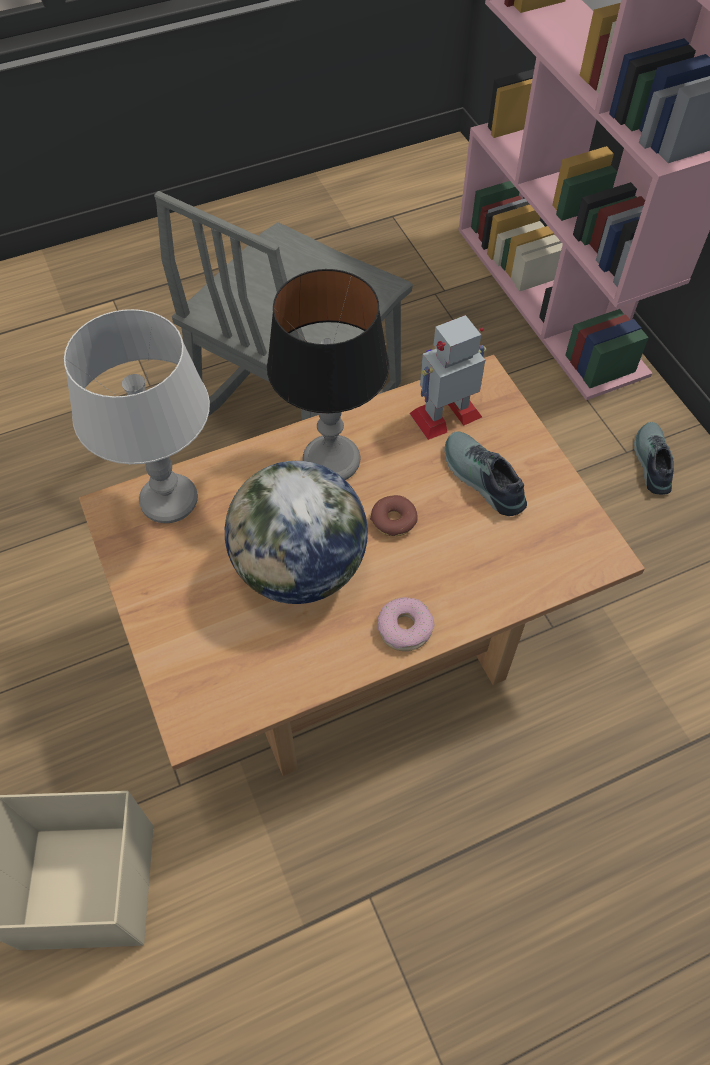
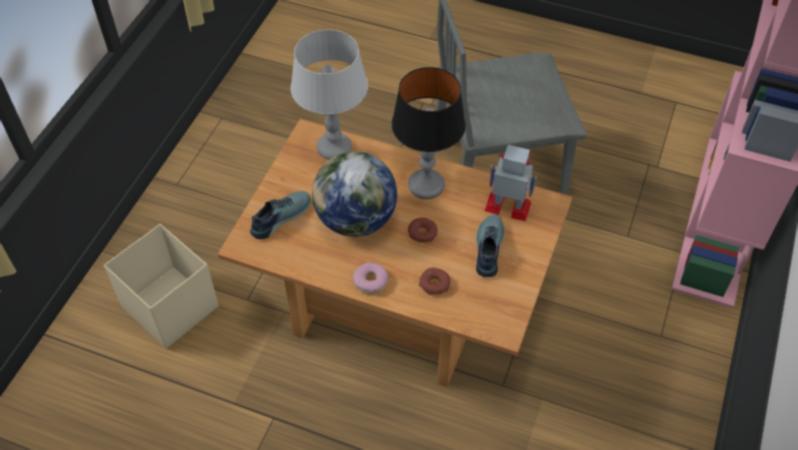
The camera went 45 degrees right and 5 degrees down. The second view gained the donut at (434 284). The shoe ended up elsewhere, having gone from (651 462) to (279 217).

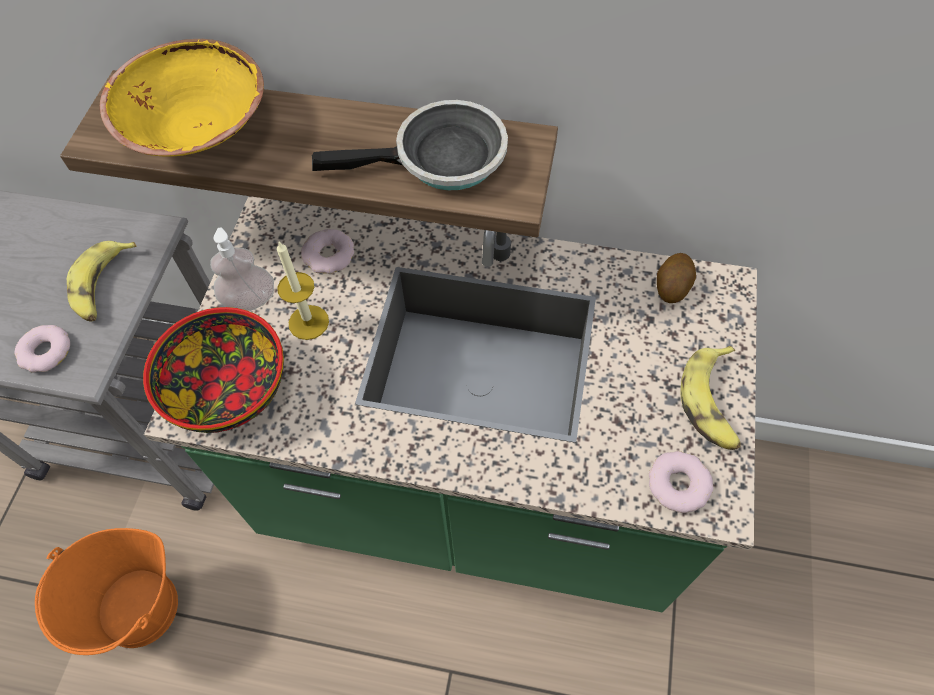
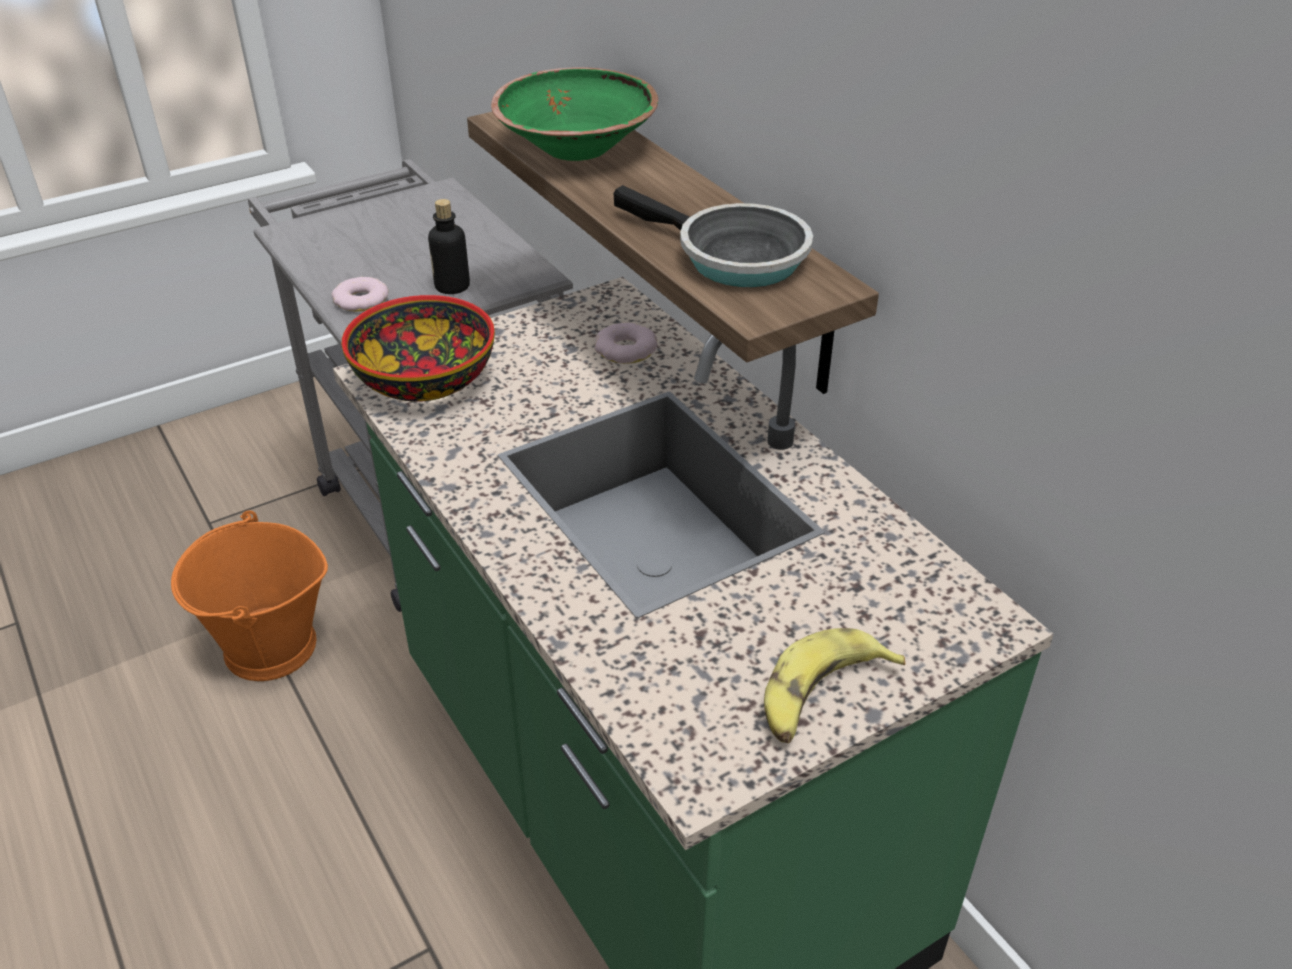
The camera went 45 degrees right and 20 degrees down. The second view lost the soap dispenser at (250 300). The second view lost the candle at (308 322). The second view lost the donut at (678 484). The second view lost the potato at (672 286). Where the banana stood at (103 286), the bottle came to stand at (452 286). What was the yellow bowl at (197 129) turned into the green bowl at (577 147).

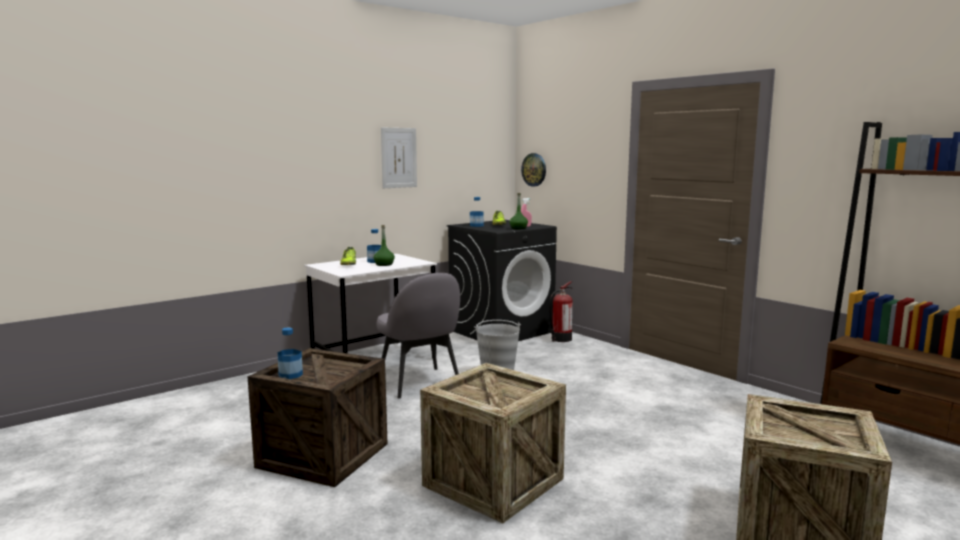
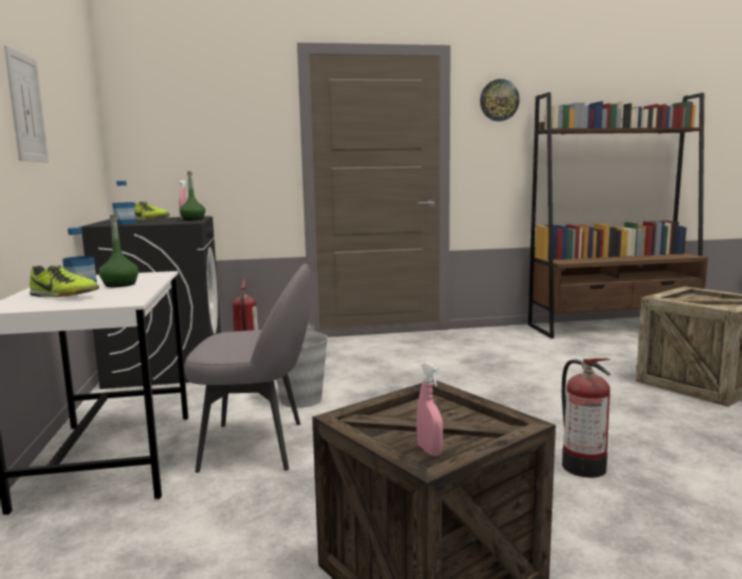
The camera went 60 degrees left and 0 degrees up. The wall clock ended up elsewhere, having gone from (534 169) to (499 100). Where the bottle stood at (290 375), the pink spray bottle came to stand at (429 450). Where the crate stood at (493 482), the fire extinguisher came to stand at (581 465).

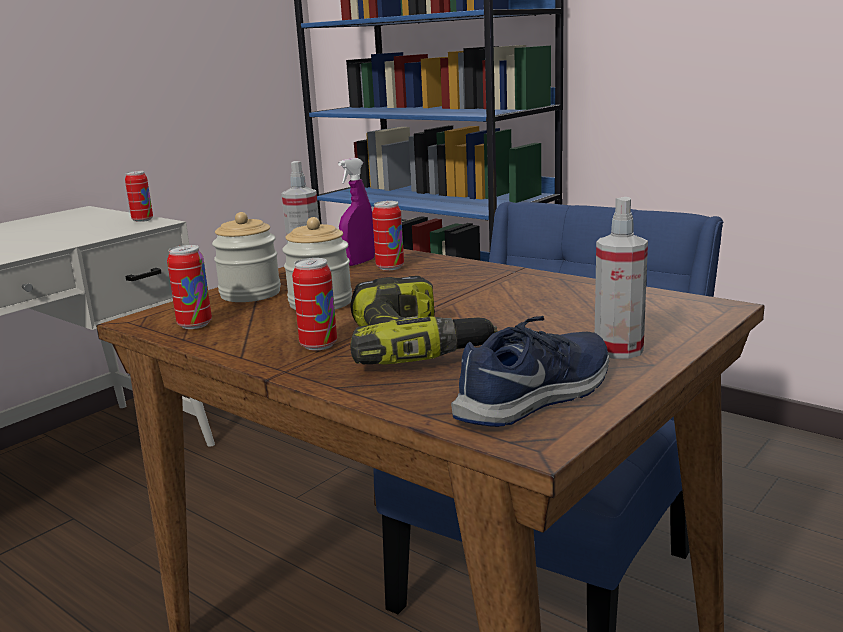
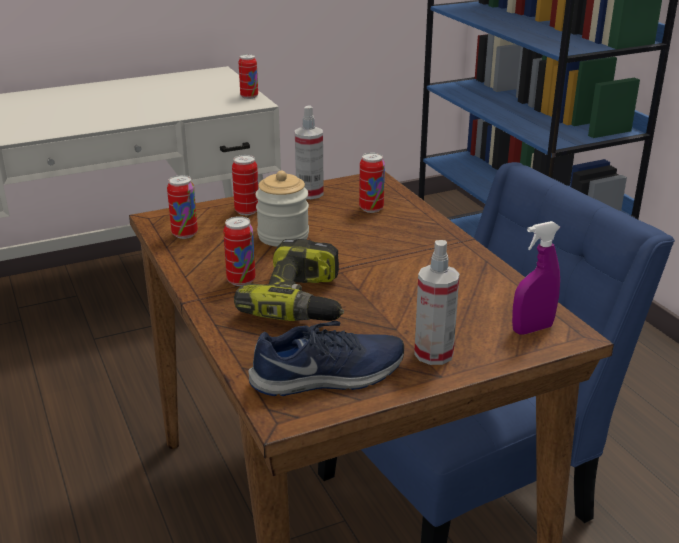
The camera went 25 degrees right and 10 degrees up. The purple spray bottle ended up elsewhere, having gone from (359 262) to (532 329). Where the jar stood at (250 294), the can came to stand at (247 211).

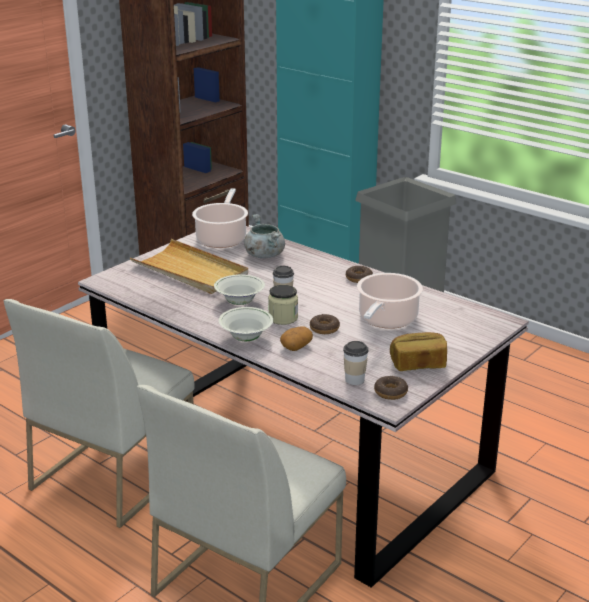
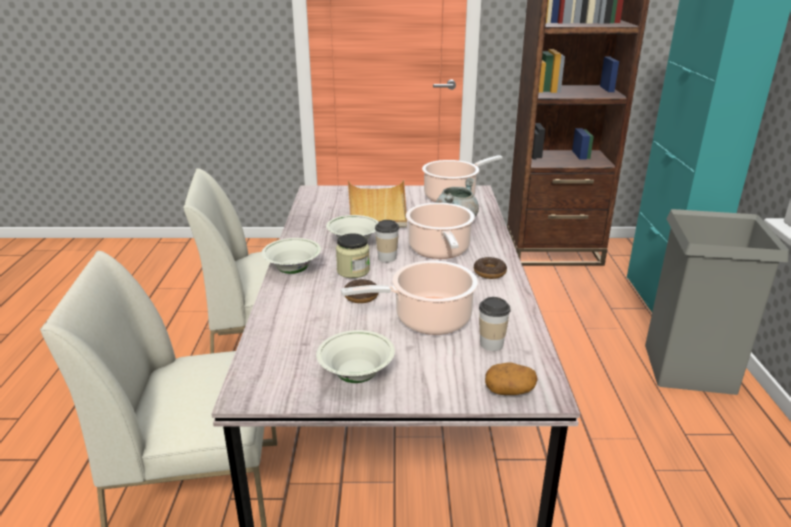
The camera went 50 degrees right and 0 degrees up. The second view lost the donut at (390 392). The second view gained the cooking pot at (439 251). The potato ended up elsewhere, having gone from (296 346) to (509 390). The cup ended up elsewhere, having gone from (354 380) to (491 344). Where the bread stood at (418 364), the white bowl came to stand at (356 376).

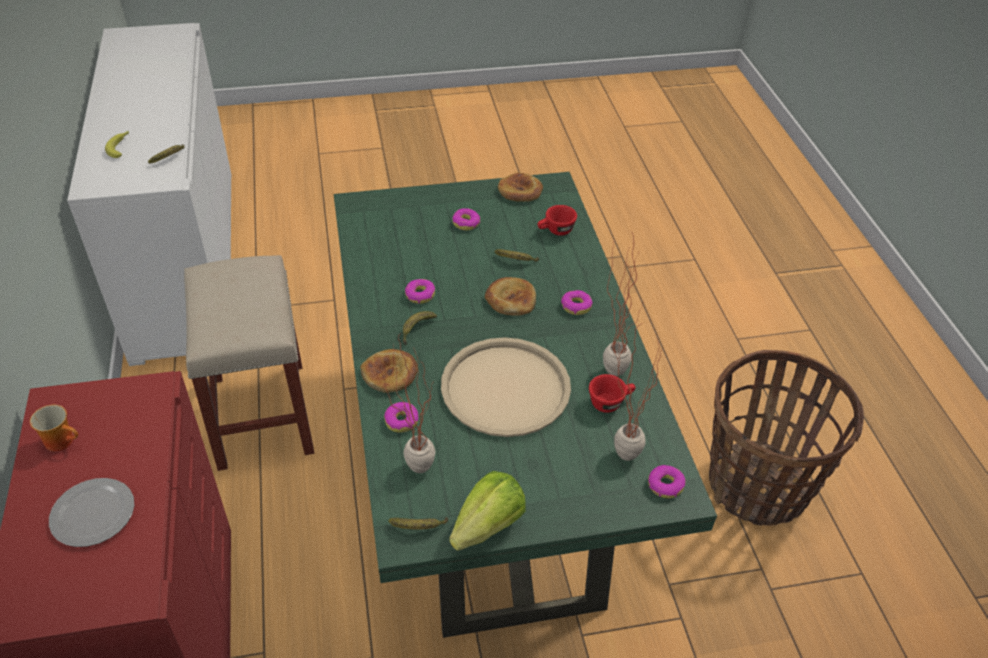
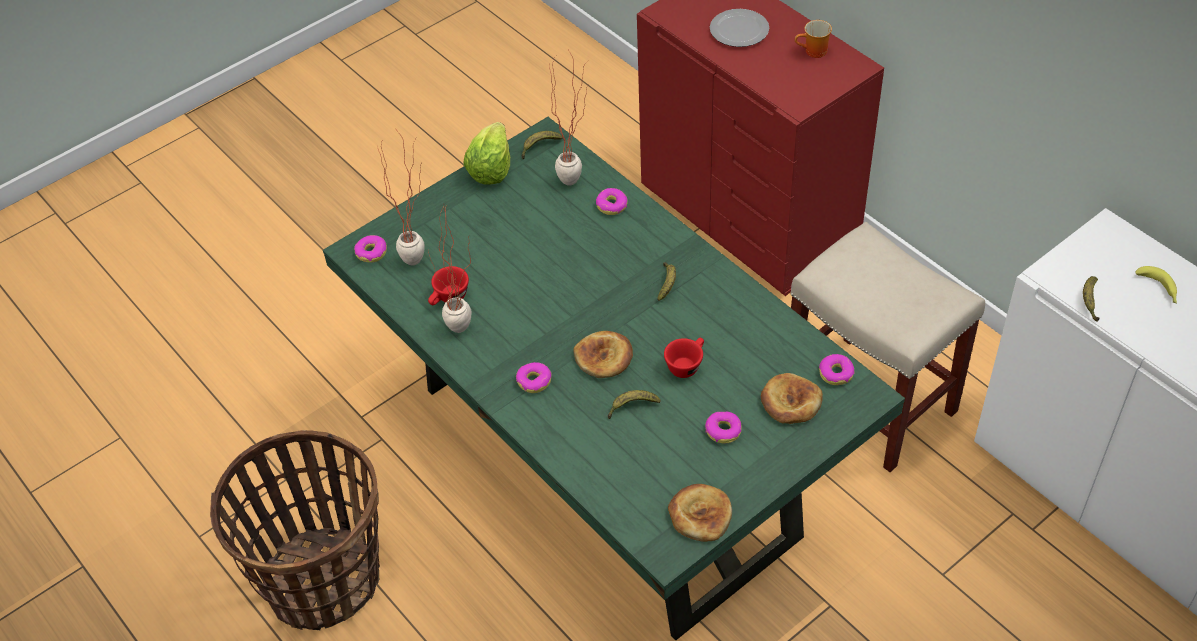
The camera went 155 degrees right and 5 degrees up. The second view lost the beige tray at (505 387). The bread ended up elsewhere, having gone from (390 374) to (790 402). The donut ended up elsewhere, having gone from (420 295) to (836 373). The red cup ended up elsewhere, having gone from (555 231) to (686 364).

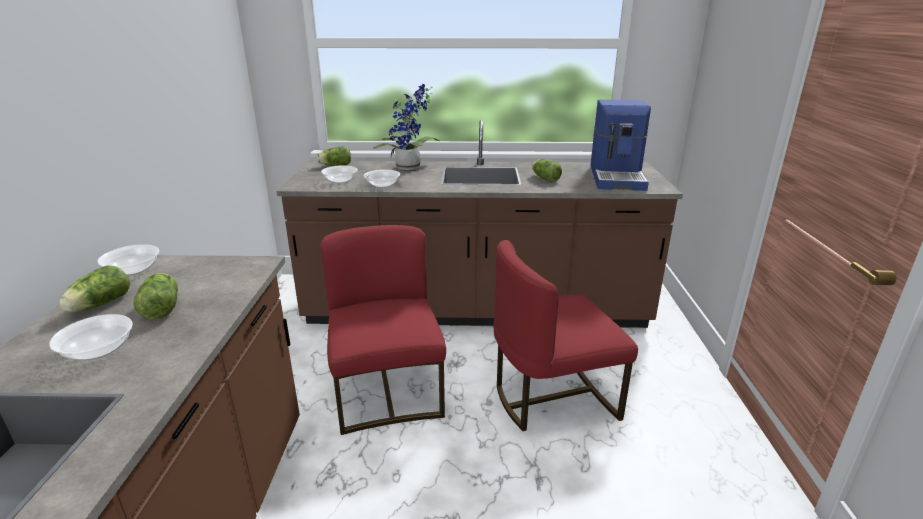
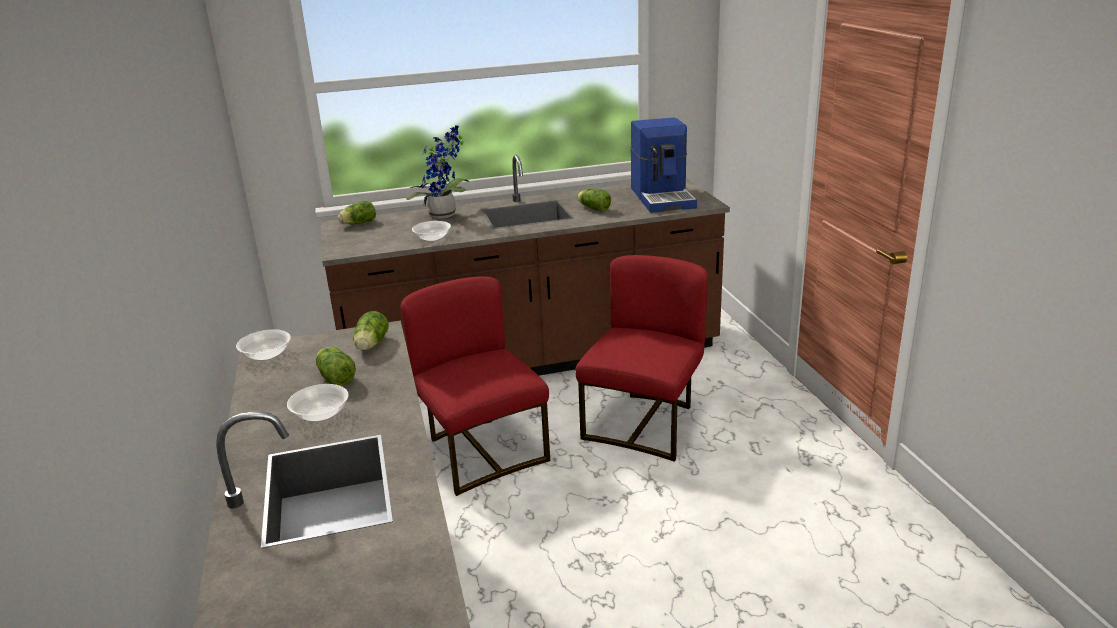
The camera went 15 degrees left and 0 degrees up. The second view lost the bowl at (340 181). The lettuce ended up elsewhere, having gone from (98 305) to (370 345). The red chair at (552 398) ended up facing another way, 150 degrees clockwise from before.

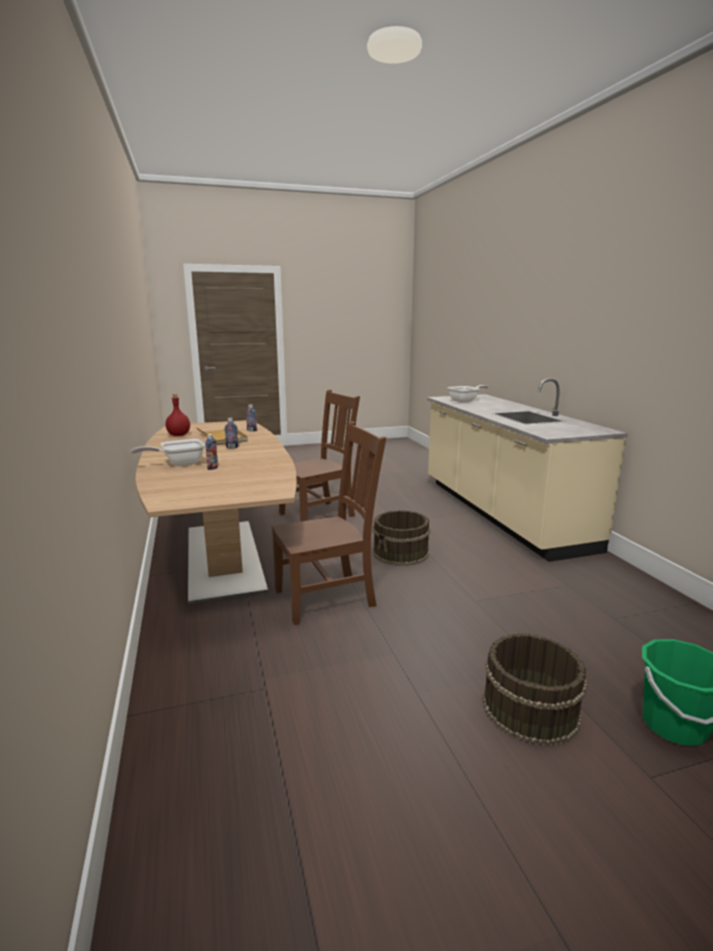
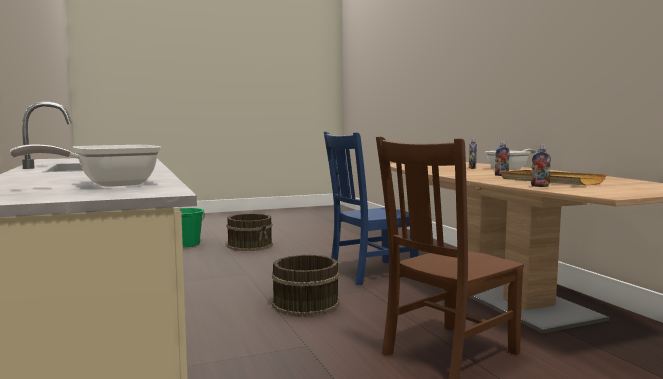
The camera went 175 degrees right and 10 degrees down. The second view lost the red bottle at (179 435). What was the brown chair at (328 597) turned into the blue chair at (369 273).

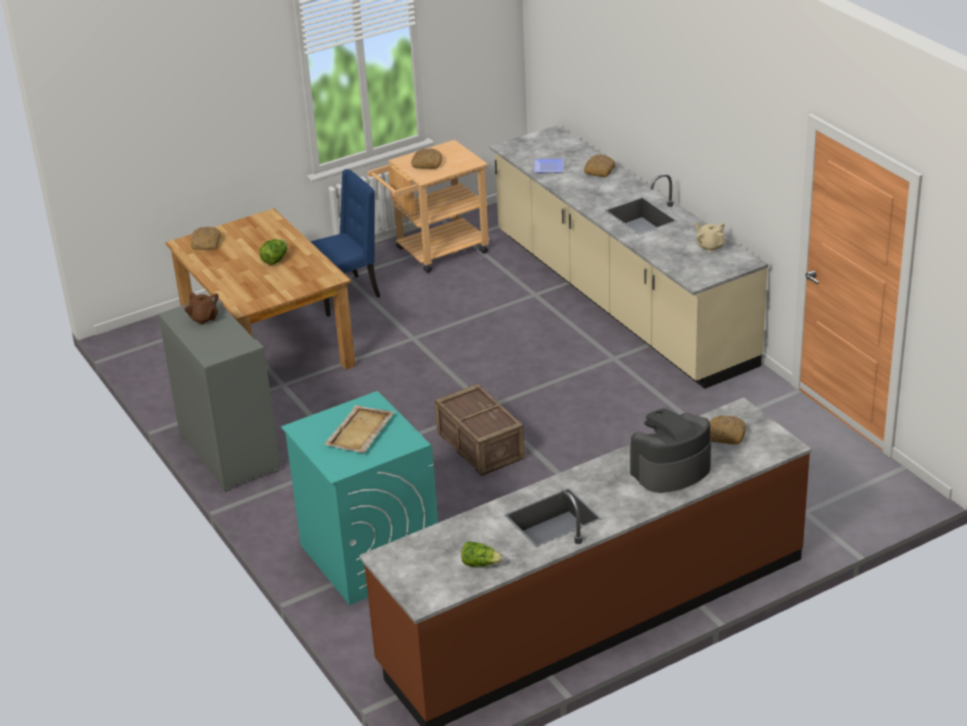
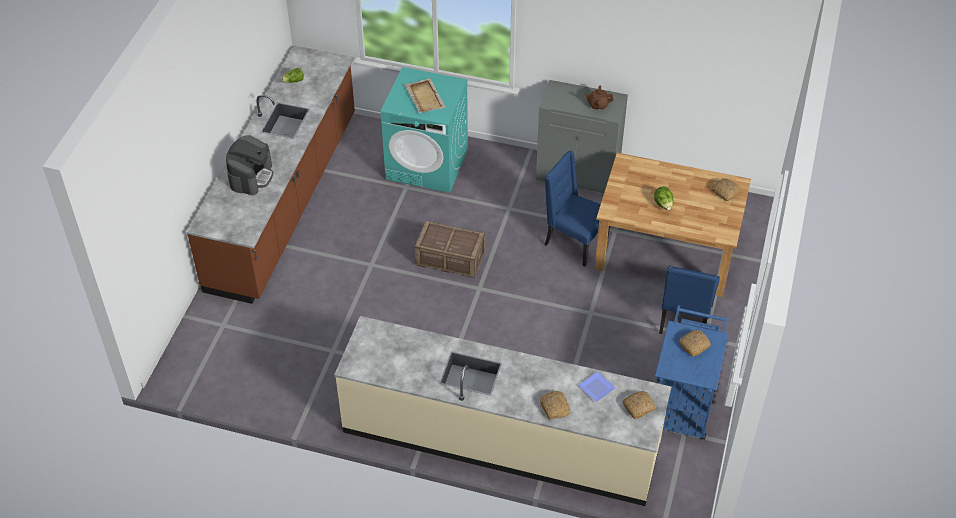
The camera went 135 degrees right and 15 degrees up. The second view lost the beige teapot at (710 246). The second view gained the blue chair at (574 242). The bread ended up elsewhere, having gone from (725 436) to (638 406). What was the beige cart at (435 252) turned into the blue cart at (683 401).

